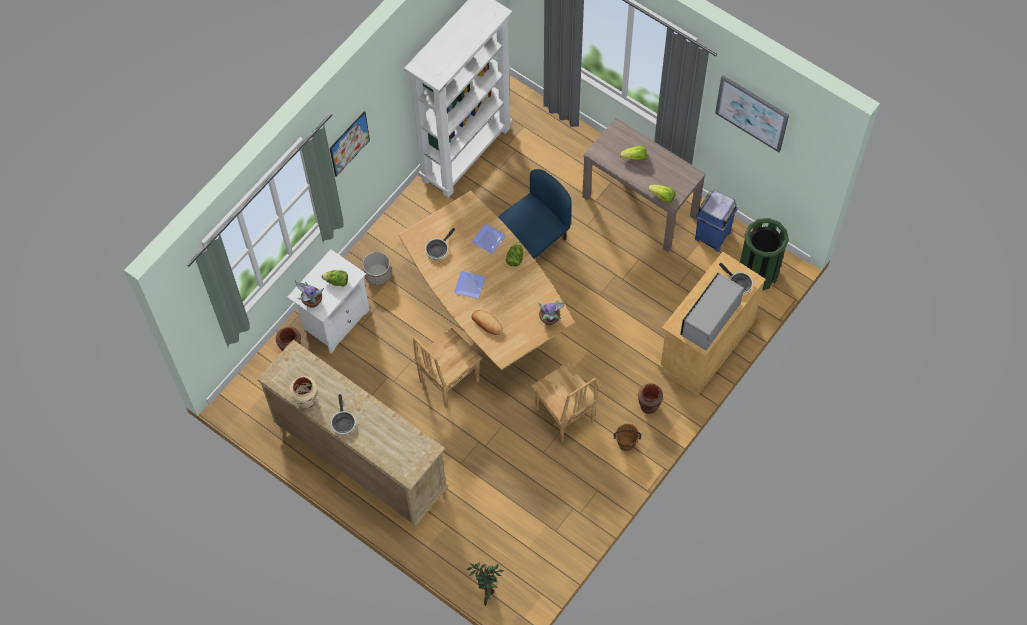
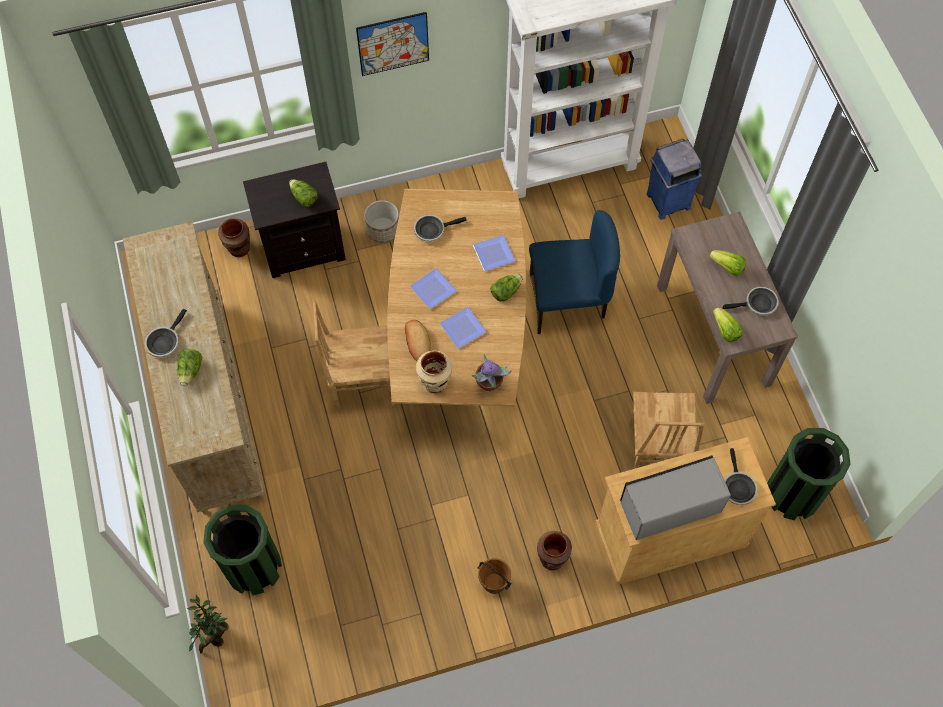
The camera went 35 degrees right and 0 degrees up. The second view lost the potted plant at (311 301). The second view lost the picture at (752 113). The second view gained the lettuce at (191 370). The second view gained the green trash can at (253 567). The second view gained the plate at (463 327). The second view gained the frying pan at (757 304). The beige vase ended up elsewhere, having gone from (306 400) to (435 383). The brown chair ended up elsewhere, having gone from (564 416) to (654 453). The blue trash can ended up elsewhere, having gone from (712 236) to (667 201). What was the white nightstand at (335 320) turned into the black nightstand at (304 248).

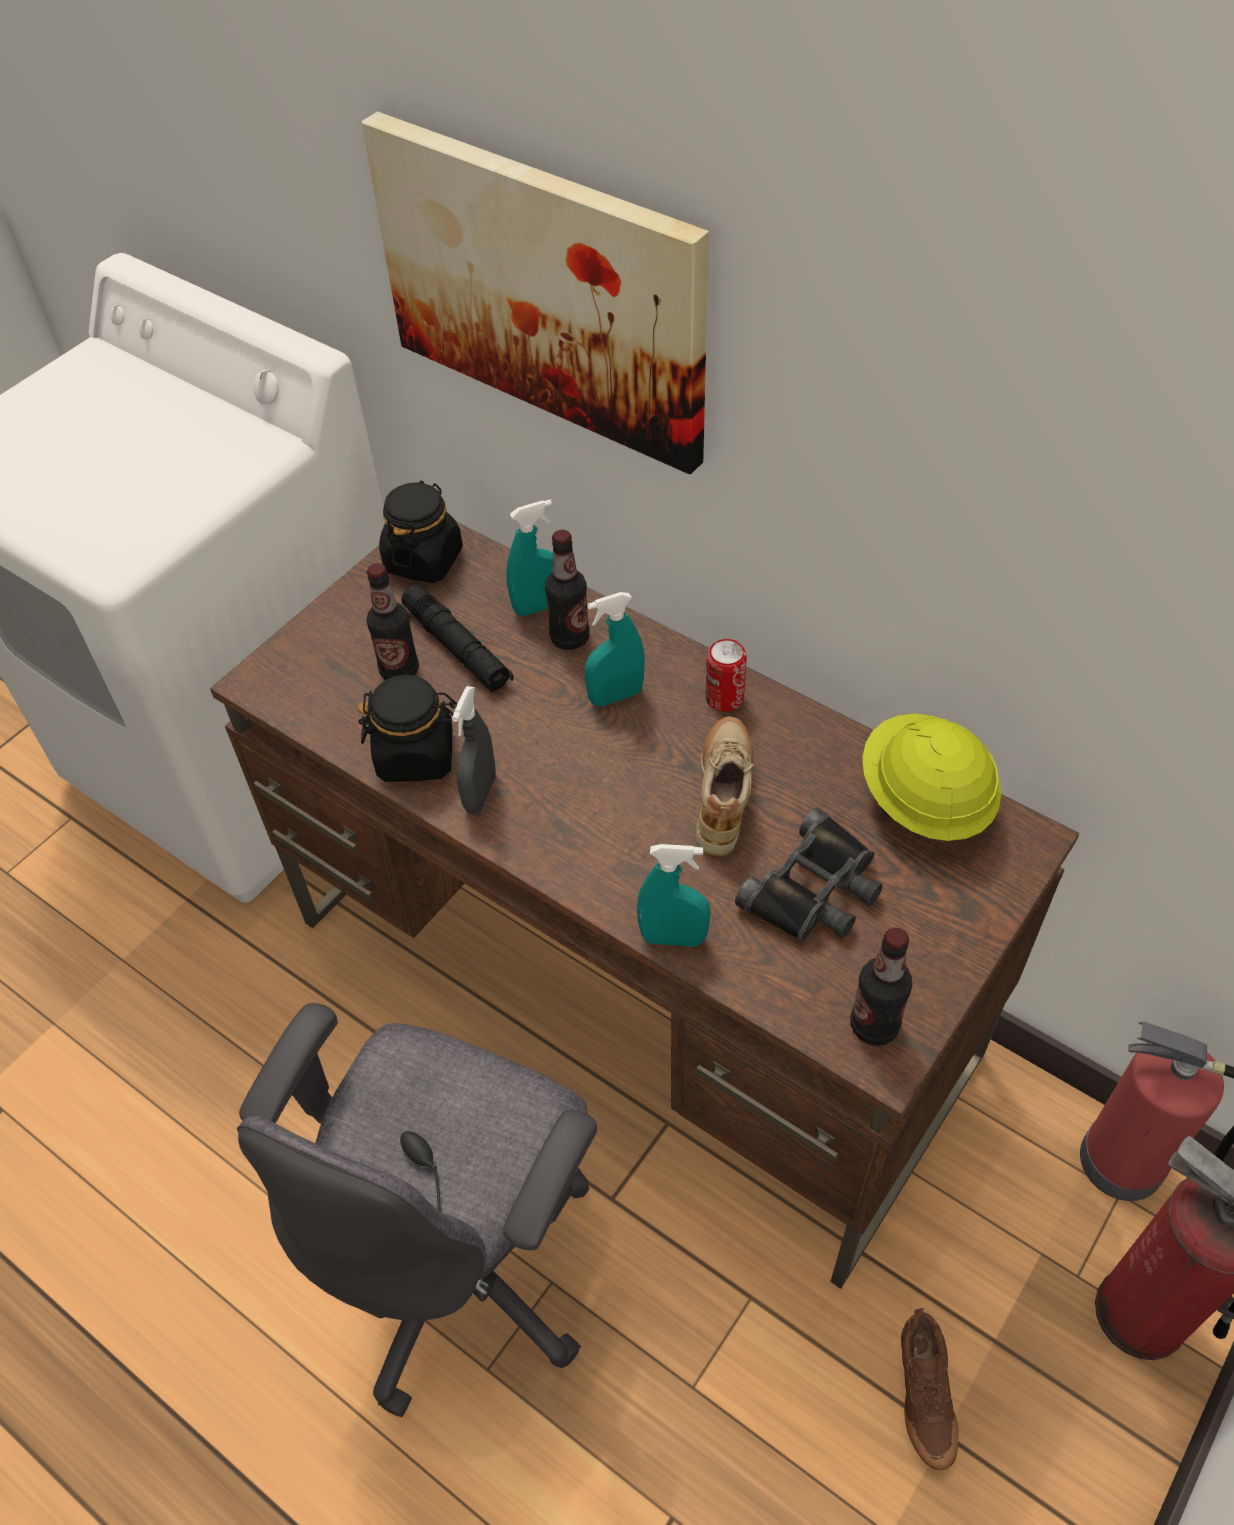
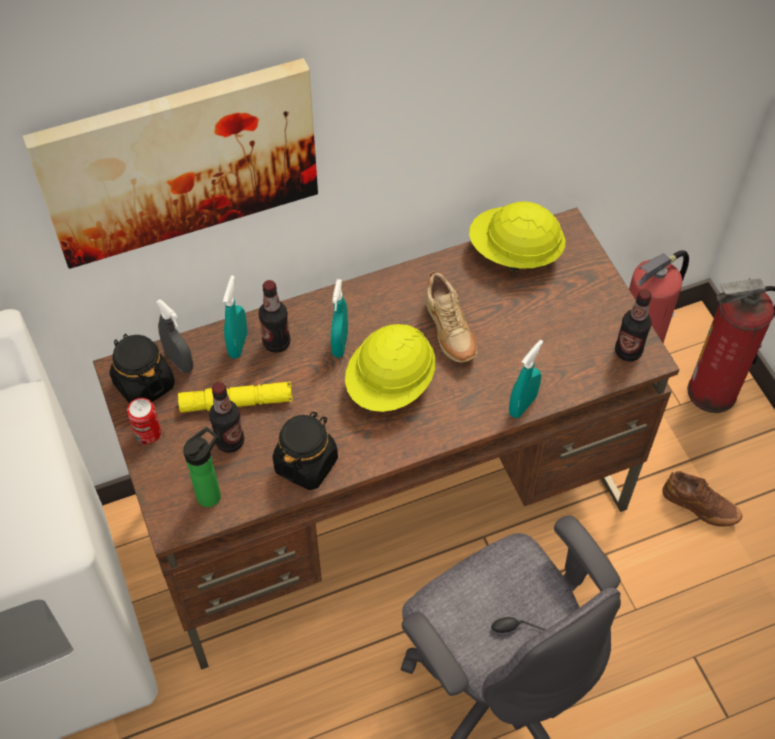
The camera went 60 degrees left and 5 degrees up. The second view lost the black binoculars at (815 890). The second view gained the bottle at (211 494). The second view gained the yellow hard hat at (391 384). The grey spray bottle ended up elsewhere, having gone from (480 794) to (179 362). The can ended up elsewhere, having gone from (724 698) to (148 433). What was the black flashlight at (457 648) turned into the yellow flashlight at (236 402). The beige shoe at (724 796) ended up facing another way, 150 degrees counterclockwise from before.

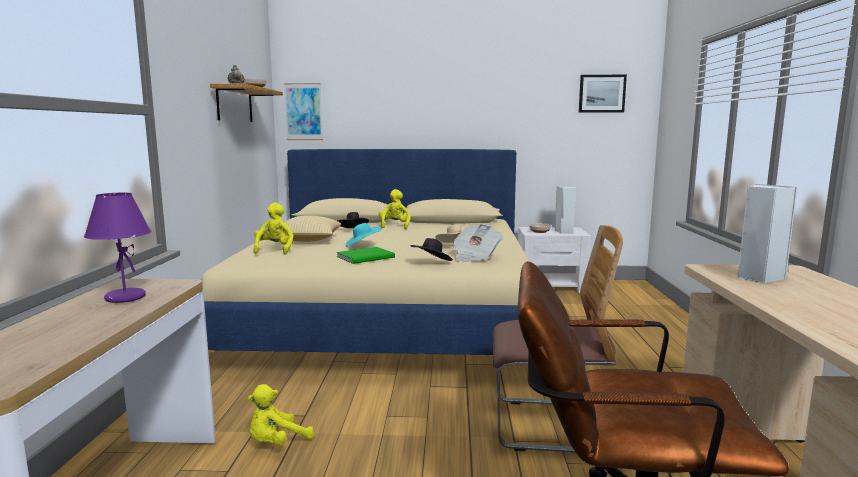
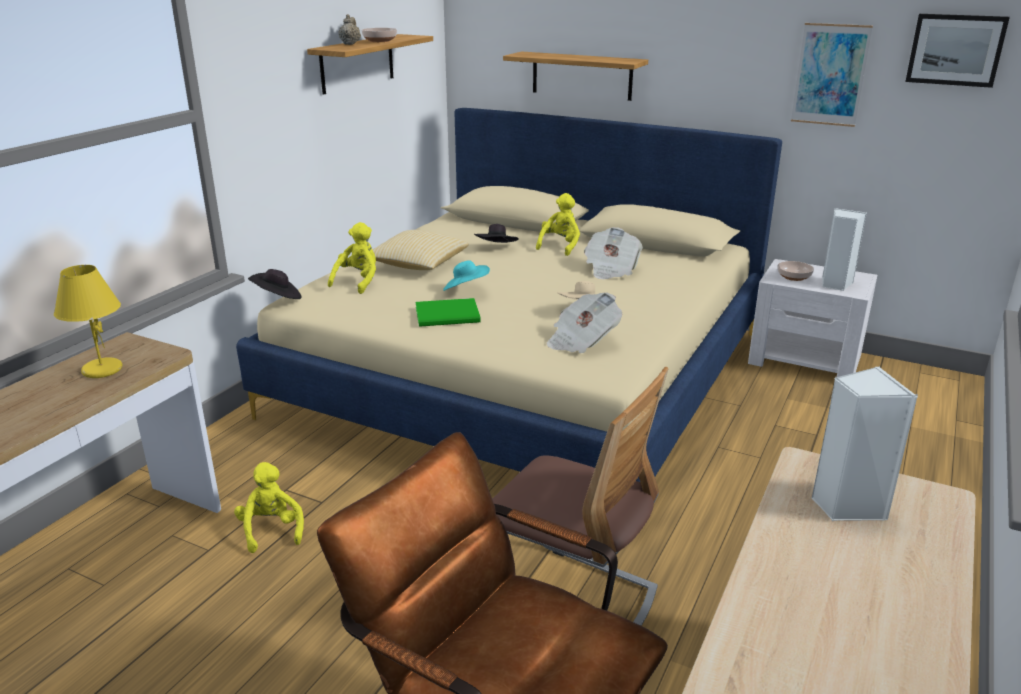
The camera went 25 degrees right and 15 degrees up. The second view gained the shelf at (581 75). The second view gained the newspaper at (611 269). The picture ended up elsewhere, having gone from (303 112) to (830 75). The black hat ended up elsewhere, having gone from (431 263) to (277 298). What was the purple table lamp at (124 298) turned into the yellow table lamp at (101 370). The yellow plush toy at (277 443) ended up facing another way, 90 degrees clockwise from before.

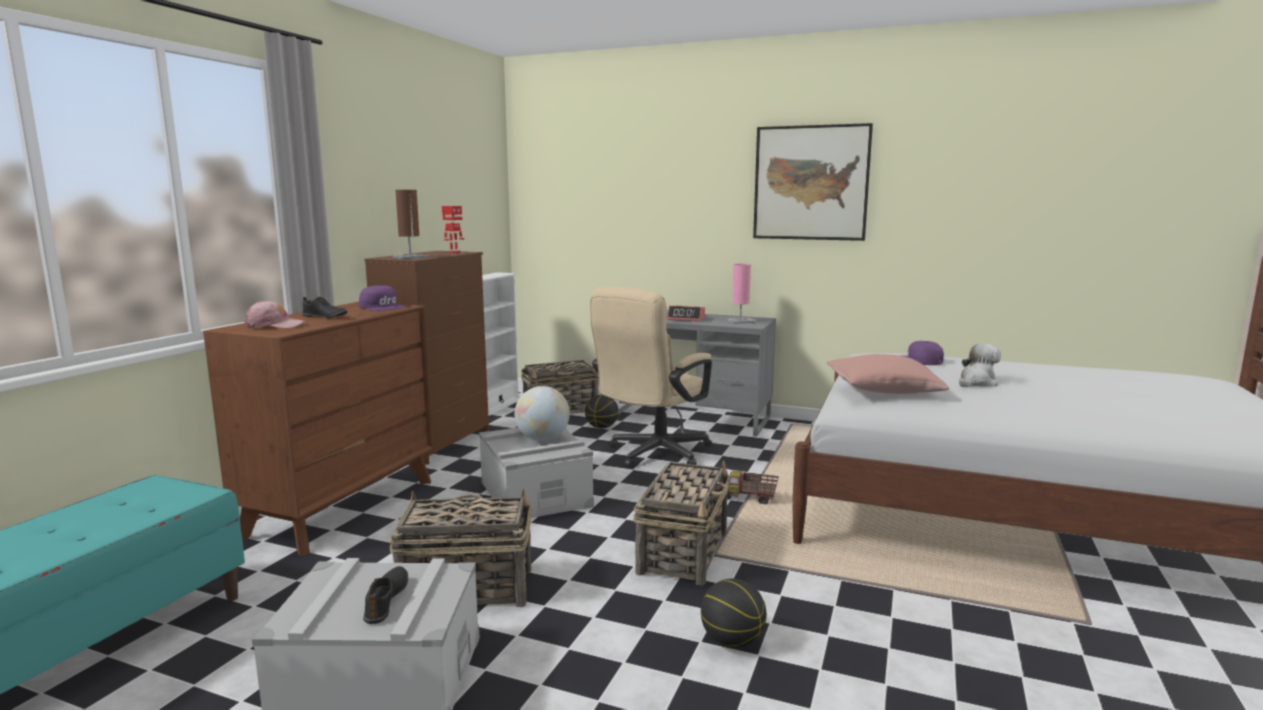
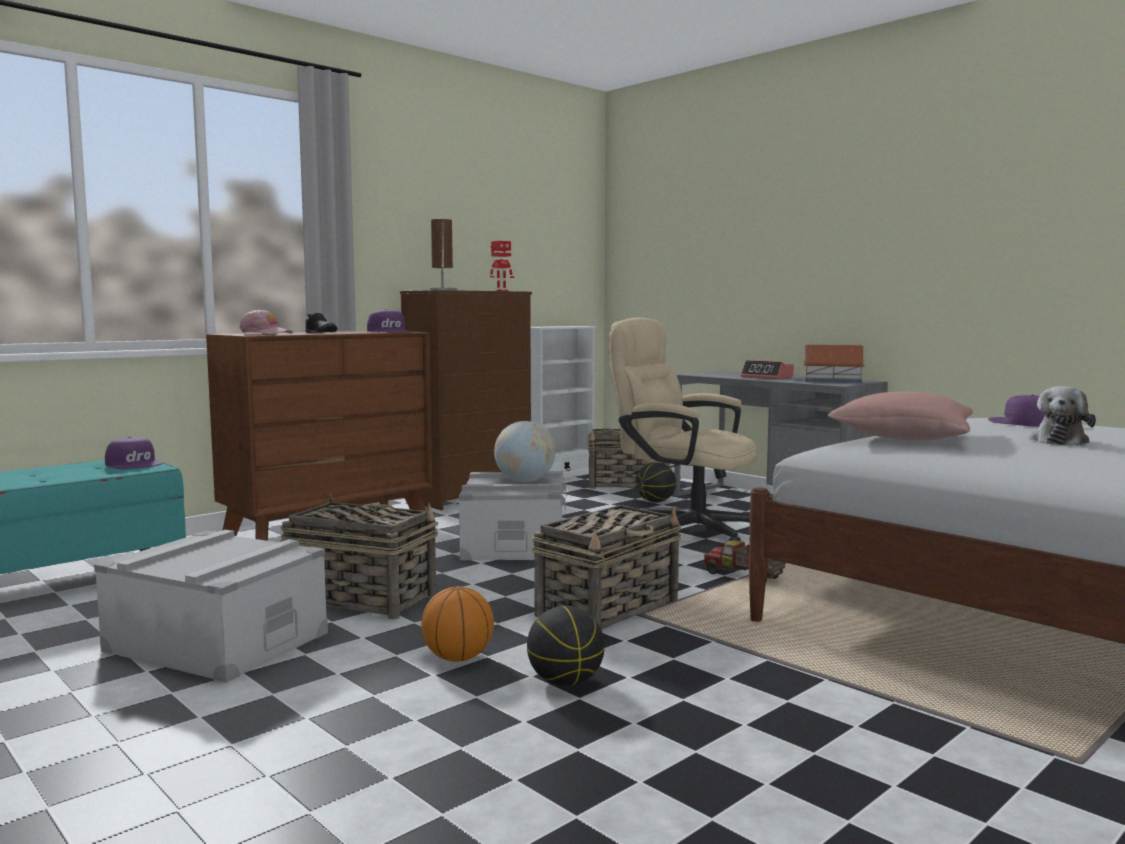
The camera went 25 degrees right and 5 degrees down. The second view lost the black shoe at (387 600). The second view lost the picture at (811 183). The second view gained the purple cap at (135 464). The second view gained the basketball at (458 658). Where the pink table lamp stood at (740 321), the toy house came to stand at (831 381). The beige office chair at (653 454) ended up facing another way, 60 degrees clockwise from before. The plush toy at (976 383) ended up facing another way, 135 degrees clockwise from before.

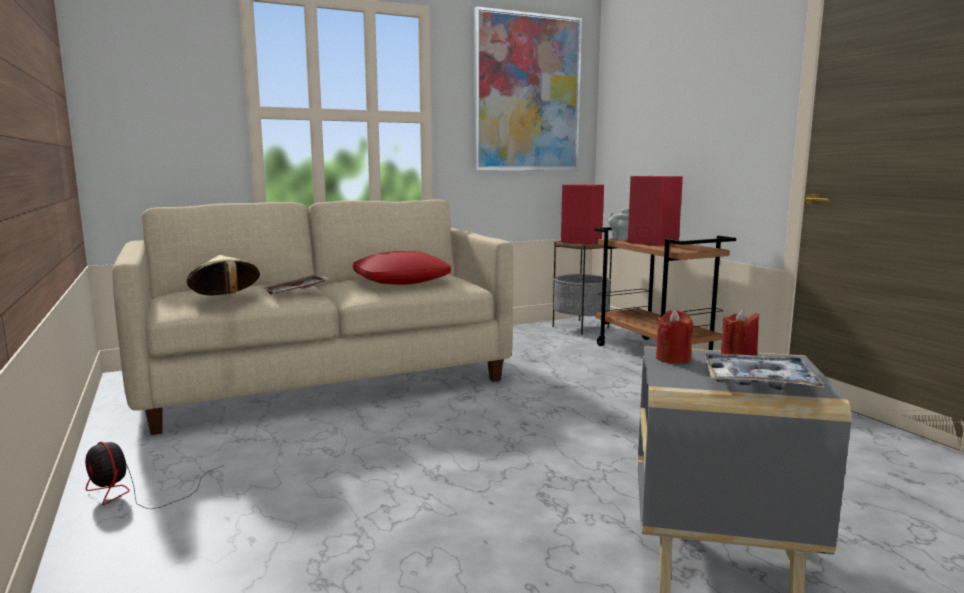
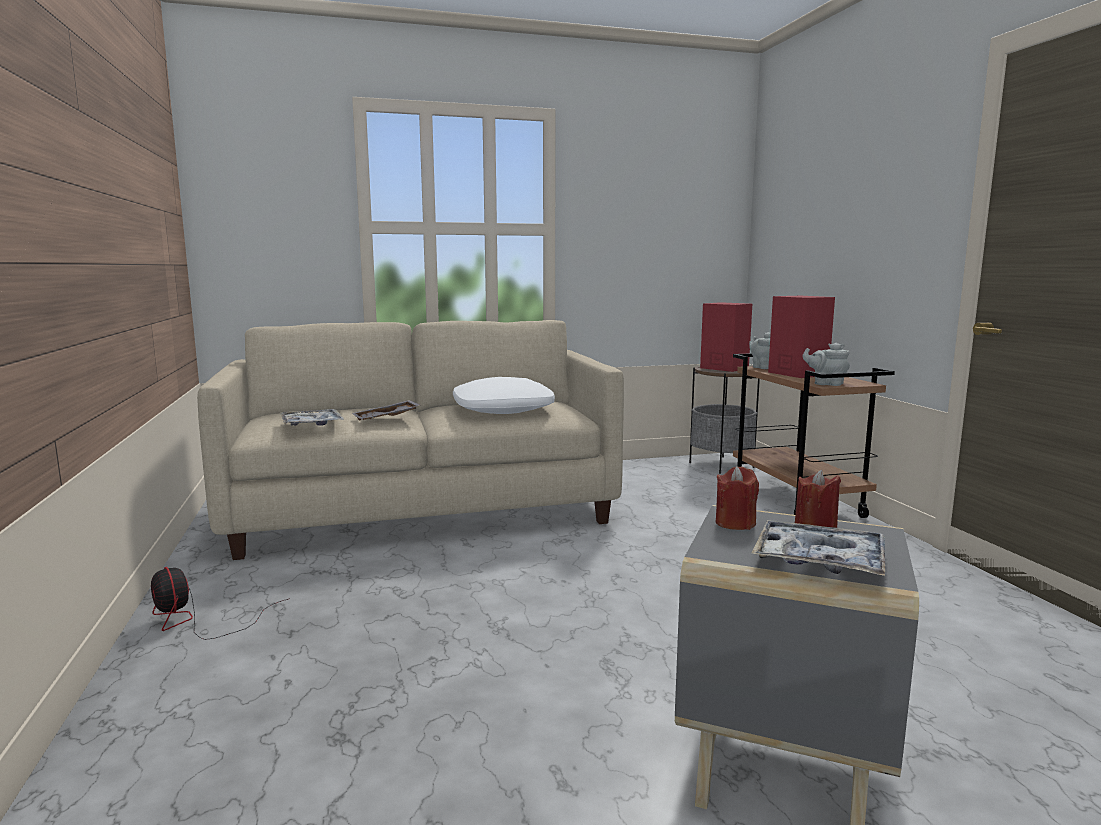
The camera went 10 degrees right and 0 degrees up. The second view lost the picture at (527 93). The second view gained the grey teapot at (826 384). Where the beige hat stood at (225 299), the tray came to stand at (311 424). What was the red pillow at (401 280) turned into the white pillow at (503 409).

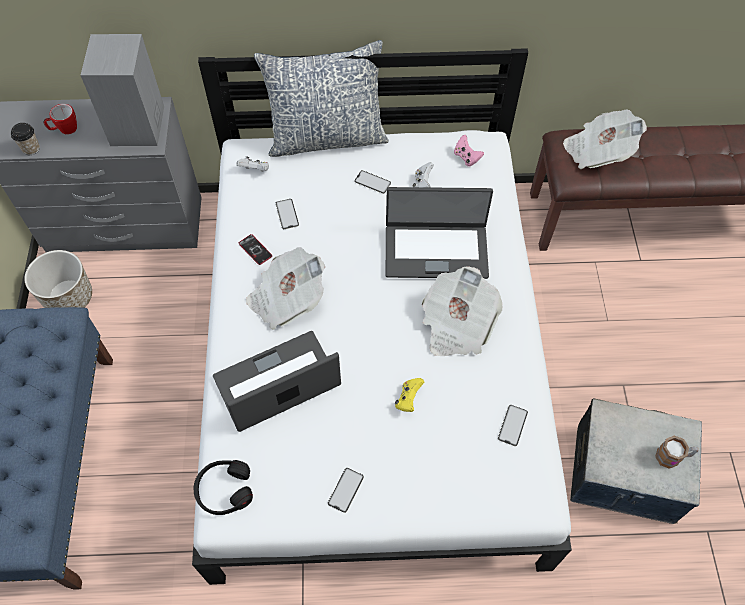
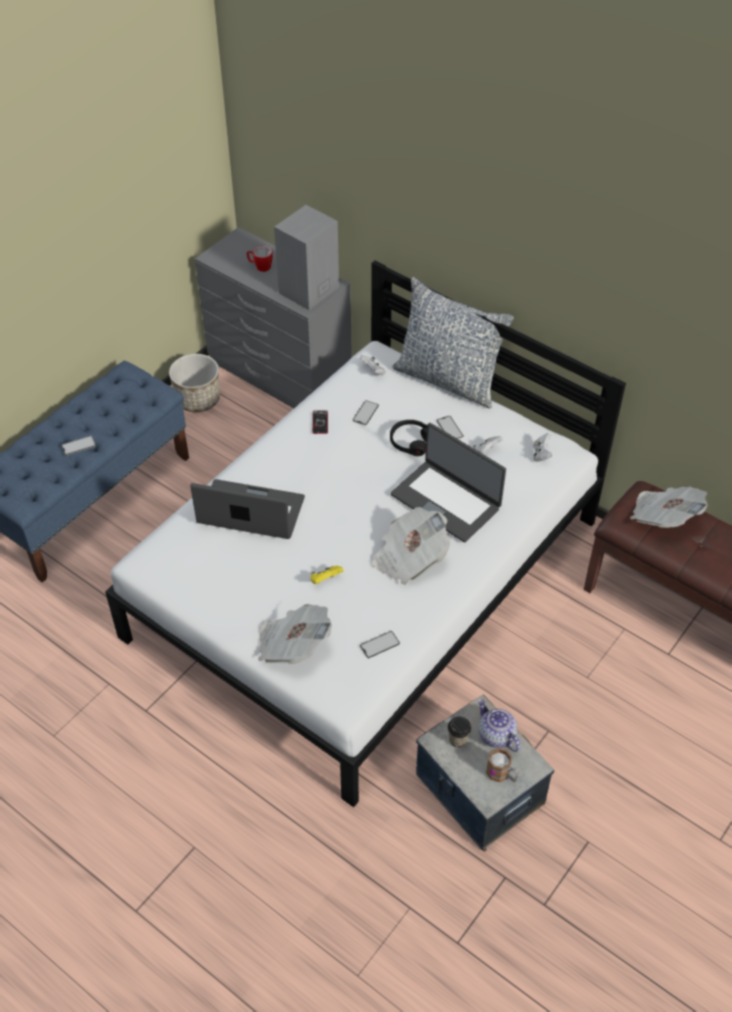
The camera went 40 degrees right and 10 degrees down. The second view gained the teapot at (496 735). The cup ended up elsewhere, having gone from (31 149) to (458 740). The black headphones ended up elsewhere, having gone from (224 490) to (411 442). The newspaper ended up elsewhere, having gone from (287 299) to (293 645). The phone ended up elsewhere, having gone from (345 490) to (78 445). What was the pink game controller at (466 157) turned into the white game controller at (541 454).

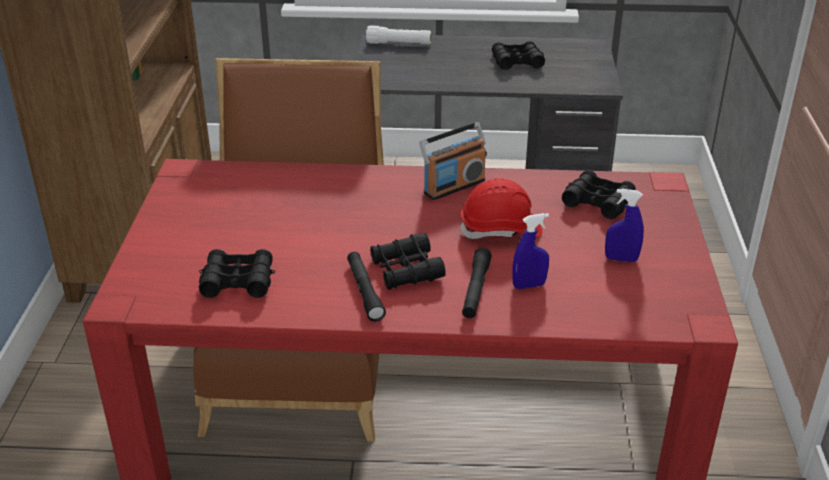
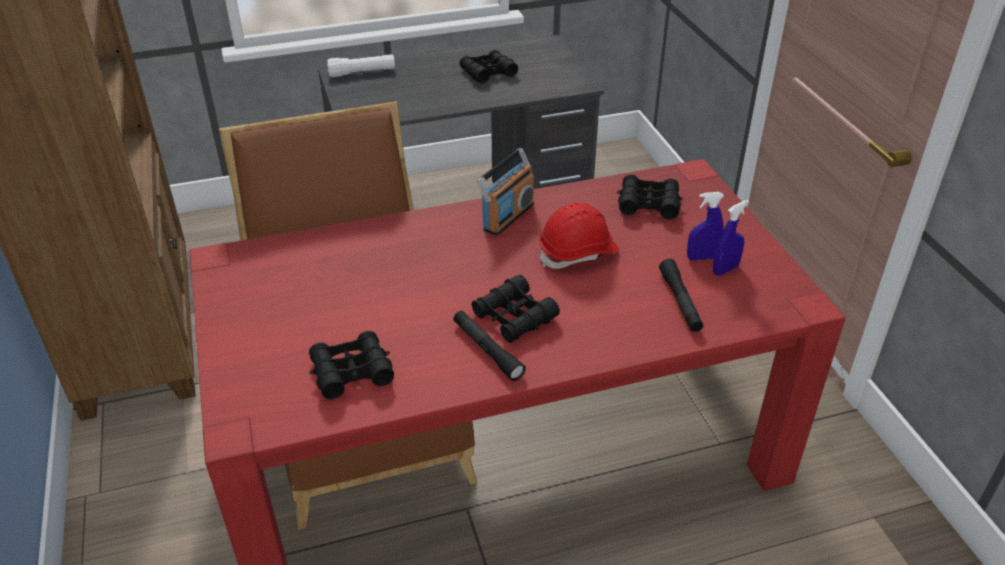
The camera went 20 degrees left and 5 degrees up. The black flashlight ended up elsewhere, having gone from (475 290) to (680 301). The blue spray bottle ended up elsewhere, having gone from (529 285) to (725 269).

